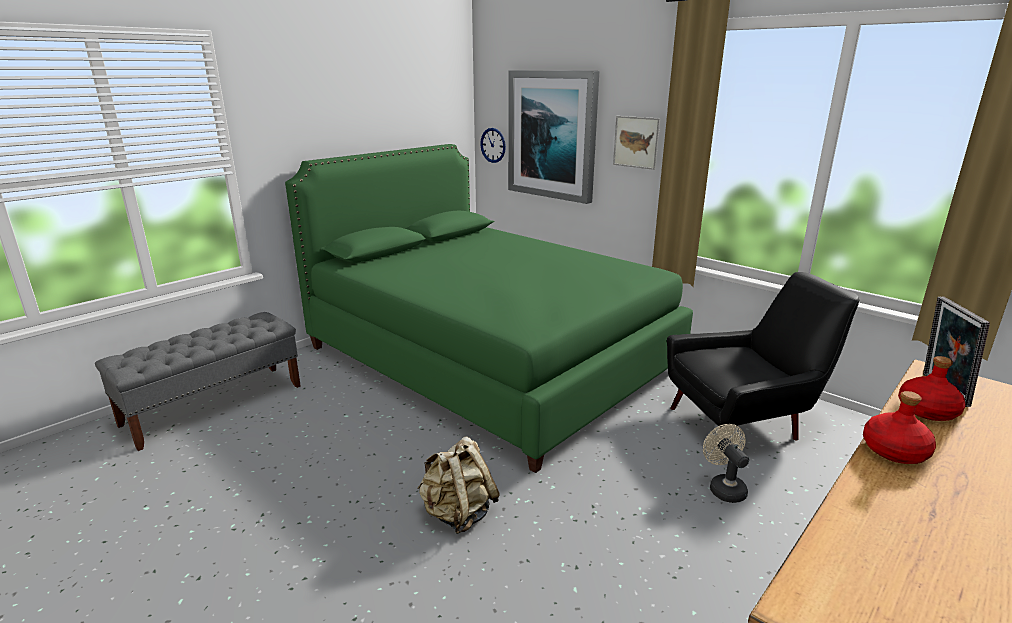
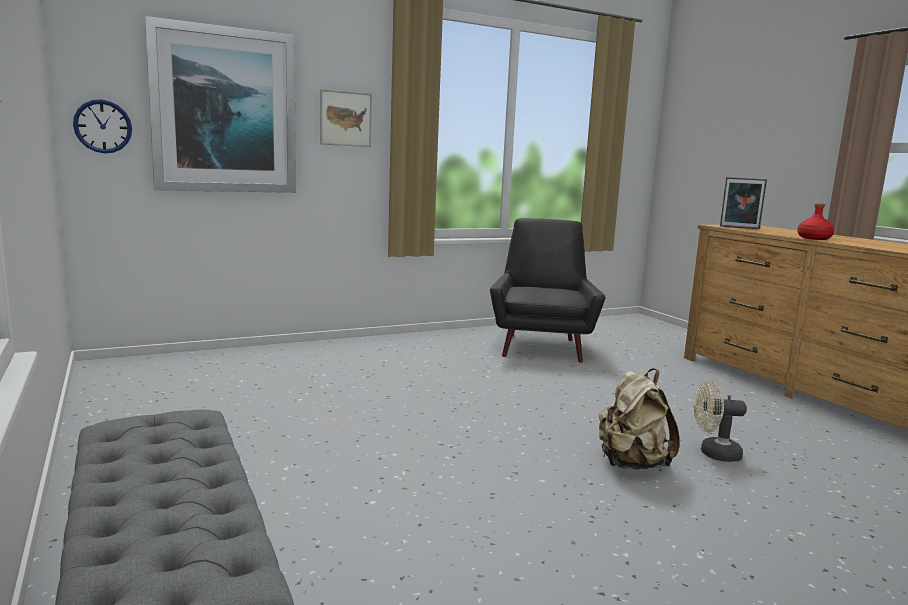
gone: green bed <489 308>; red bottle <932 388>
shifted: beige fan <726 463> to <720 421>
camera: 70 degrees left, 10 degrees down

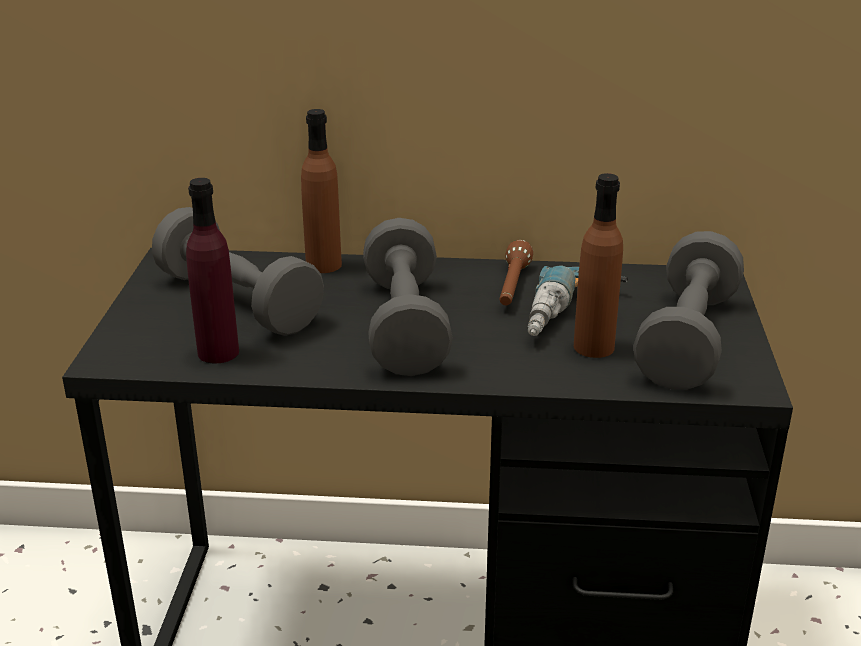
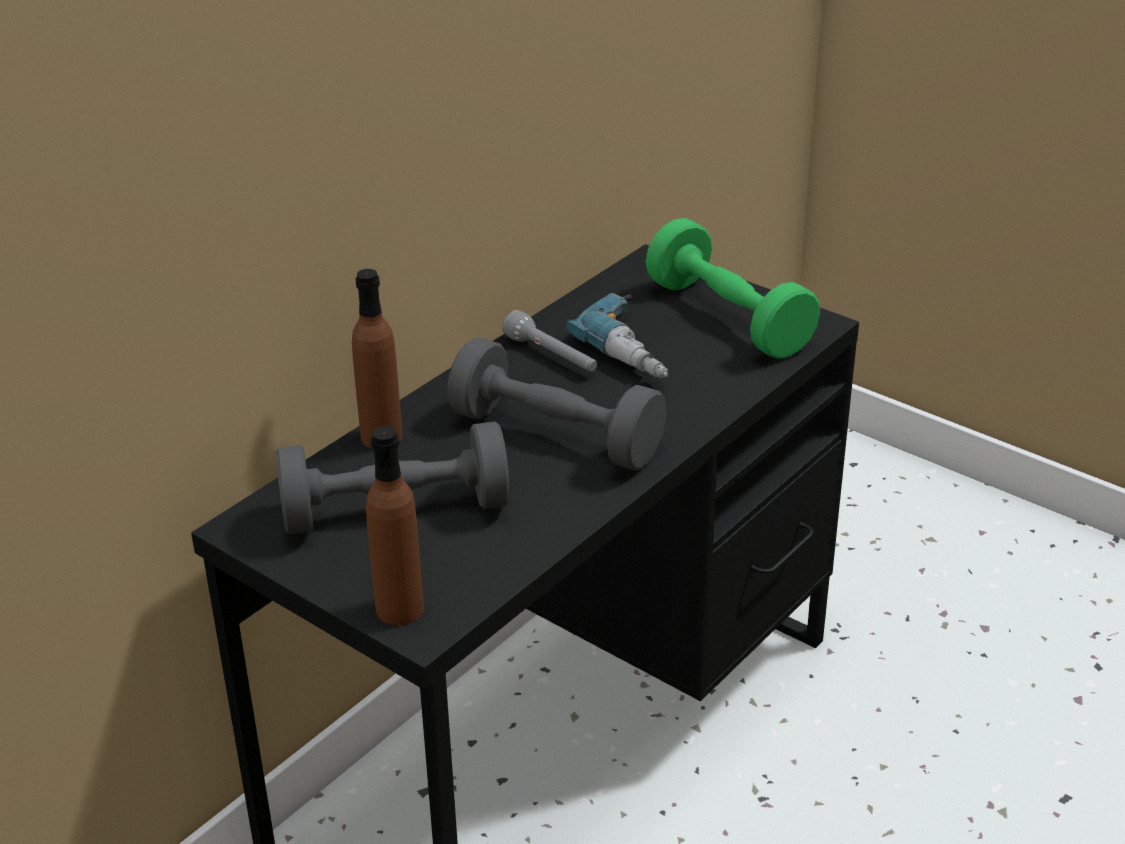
gone: purple bottle <212 270>
shifted: brown bottle <598 265> to <395 525>
repainted: brown flashlight <516 272> to grey flashlight <549 340>; grey dumbbell <688 310> to green dumbbell <733 288>
camera: 55 degrees left, 5 degrees up

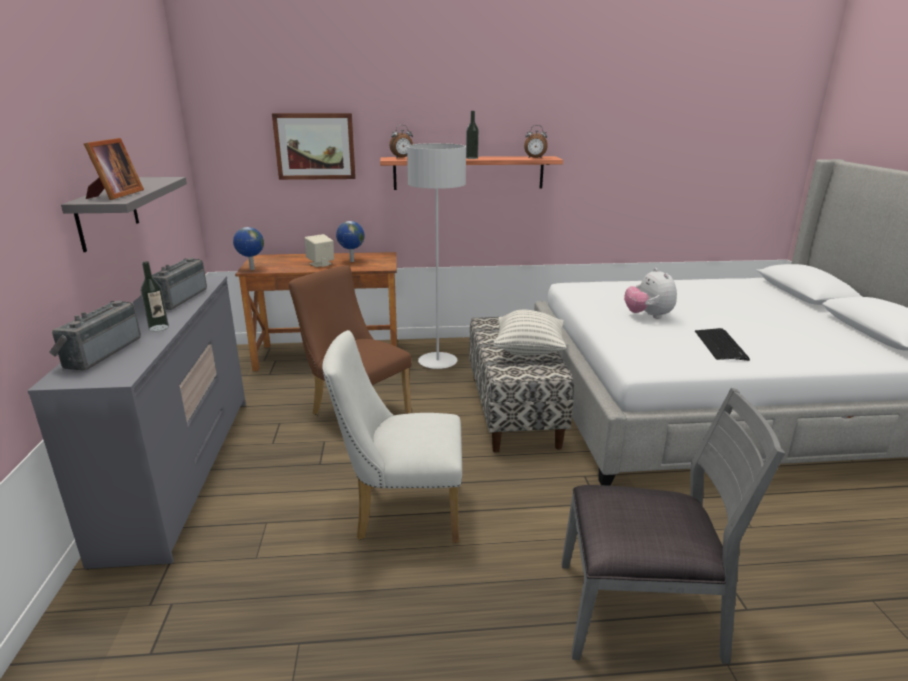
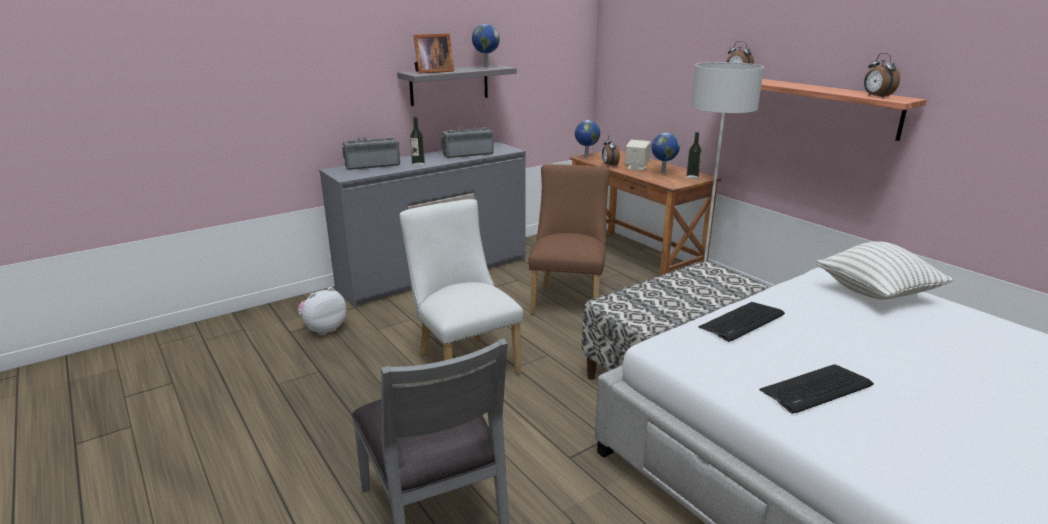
gone: picture <314 146>
new: globe <486 45>; alarm clock <611 151>; keyboard <741 322>
shifted: plush toy <650 293> to <322 311>; bottle <472 135> to <694 155>; pillow <529 333> to <884 270>
camera: 60 degrees right, 0 degrees up

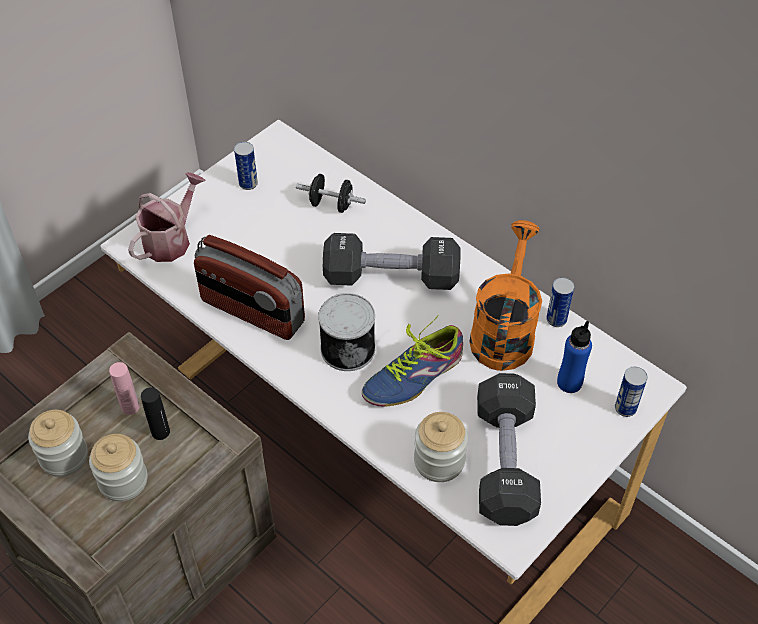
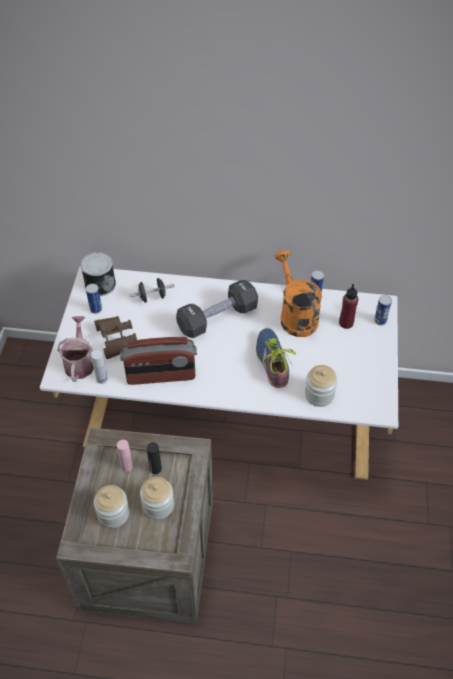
gone: black dumbbell <509 449>
new: white bottle <99 367>; brown binoculars <115 337>
shifted: can <346 332> to <98 274>
repainted: blue bottle <574 357> to red bottle <348 306>
rotated: shoe <412 361> = <276 358> 150 degrees clockwise
camera: 35 degrees left, 0 degrees up

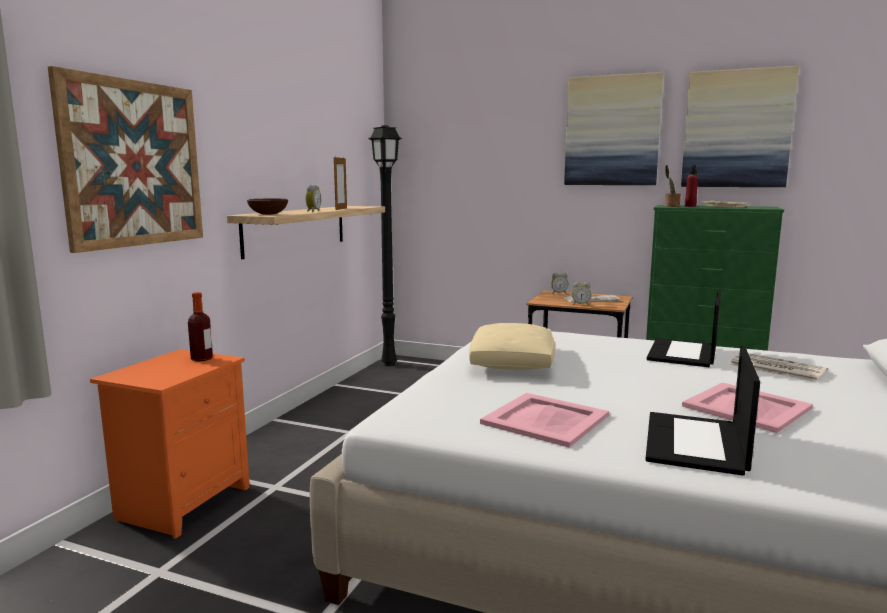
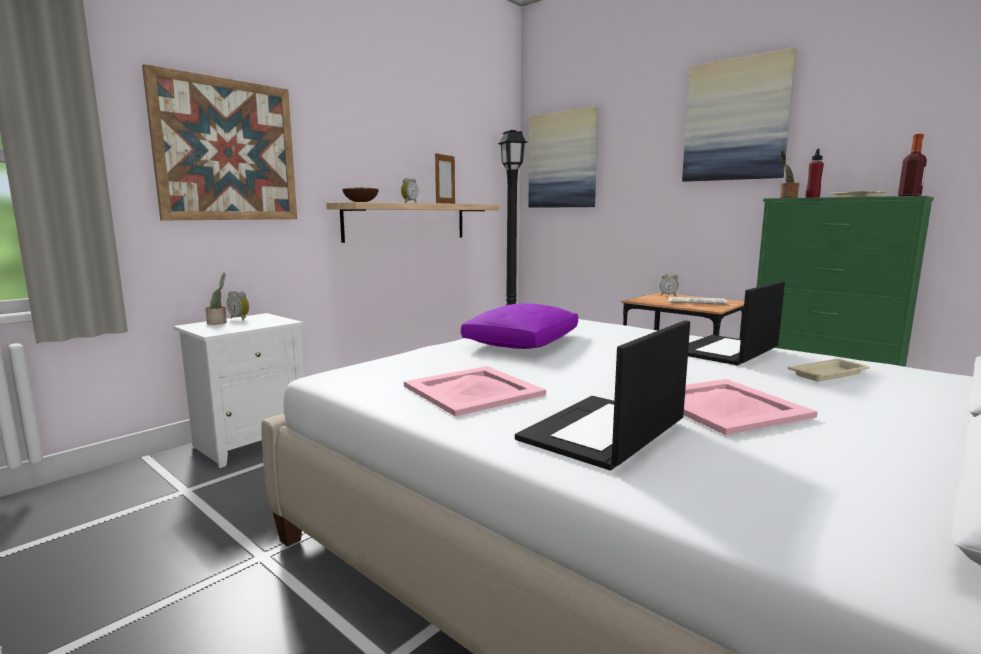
new: potted plant <216 299>
shifted: alarm clock <581 294> to <238 305>; picture <740 126> to <563 157>; bottle <200 326> to <912 165>
swapped: newspaper <778 367> to beige tray <829 370>
repainted: orange nightstand <170 444> to white nightstand <238 390>; beige pillow <512 346> to purple pillow <519 326>
camera: 20 degrees right, 0 degrees up

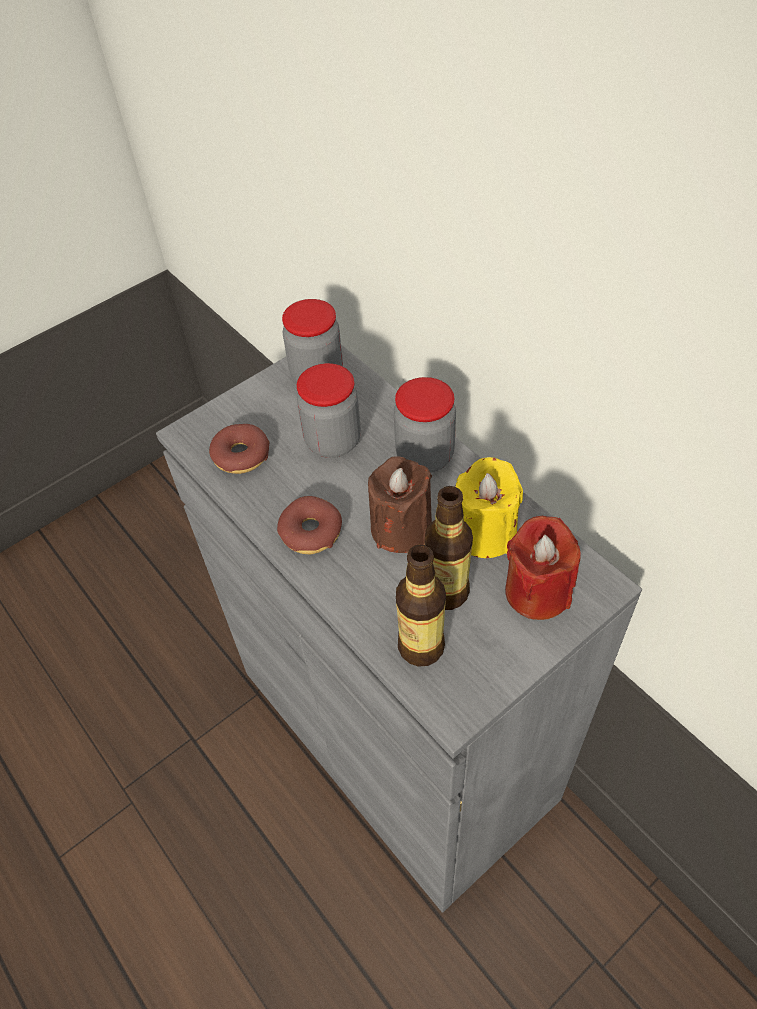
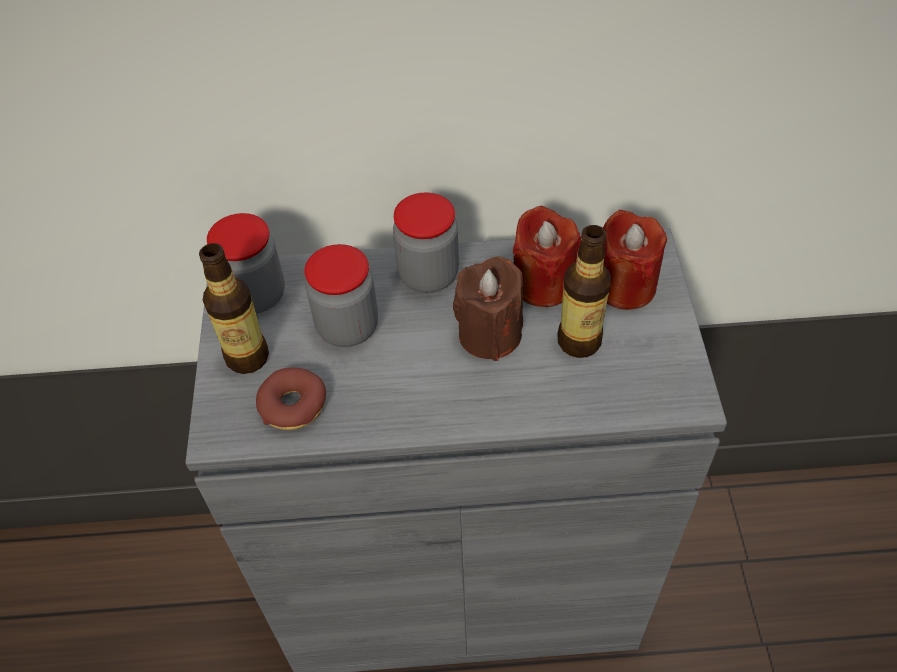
gone: donut <309 525>
shifted: bottle <421 605> to <234 308>
repainted: yellow candle <489 507> to red candle <547 256>
camera: 55 degrees left, 0 degrees up

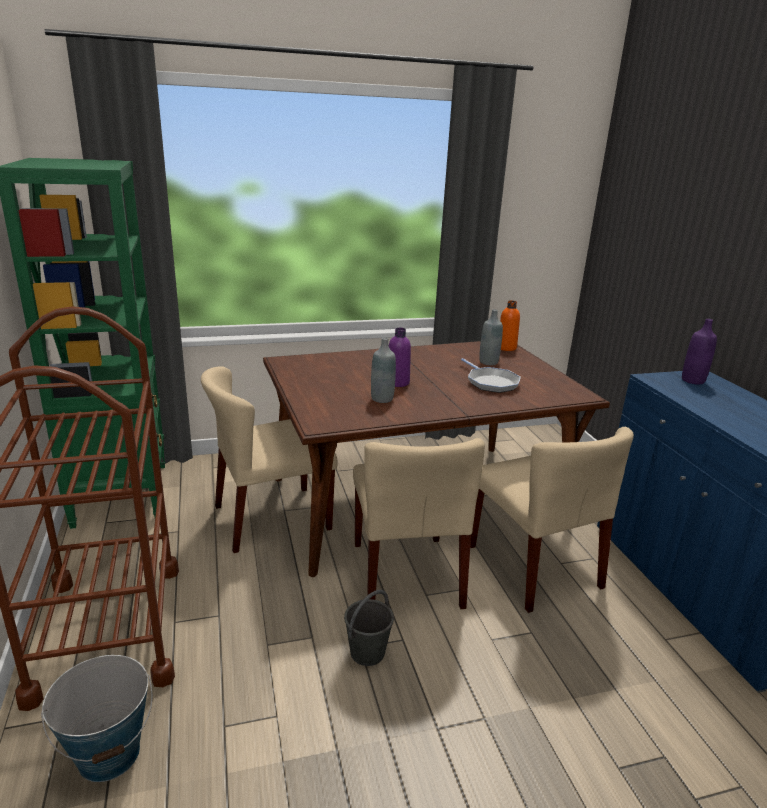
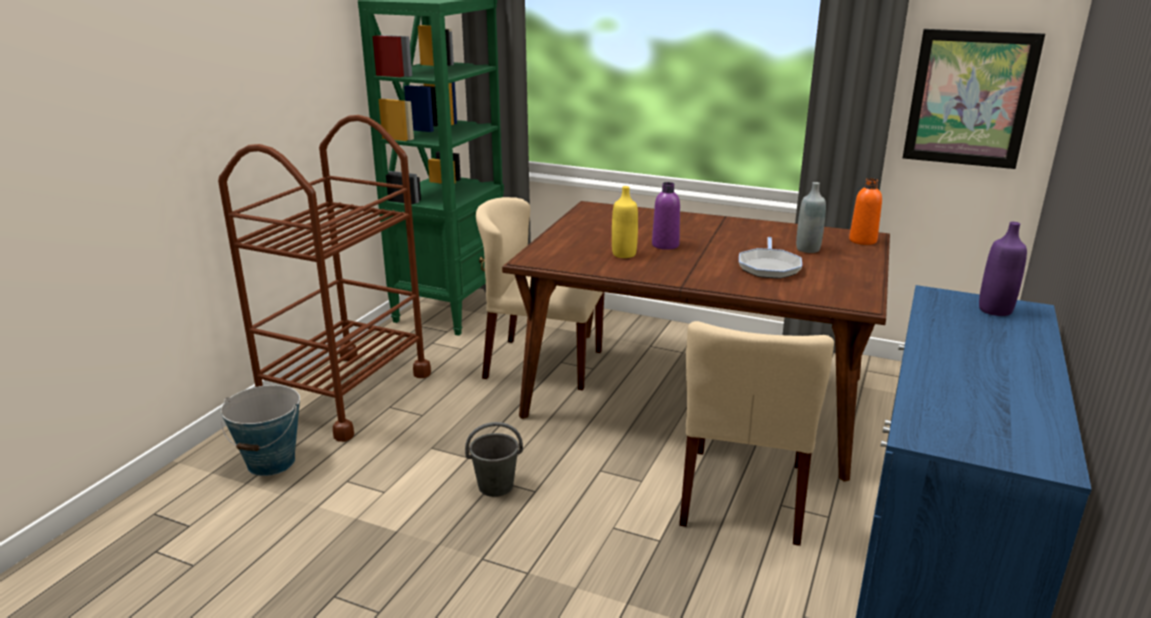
gone: beige chair <419 523>
new: picture <974 99>
repainted: grey bottle <383 370> to yellow bottle <625 222>
camera: 40 degrees right, 0 degrees up

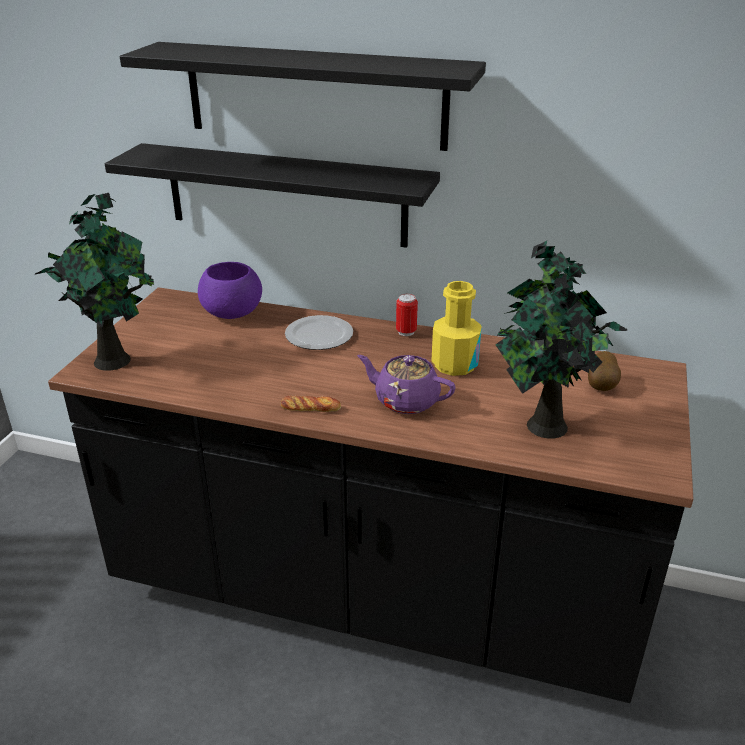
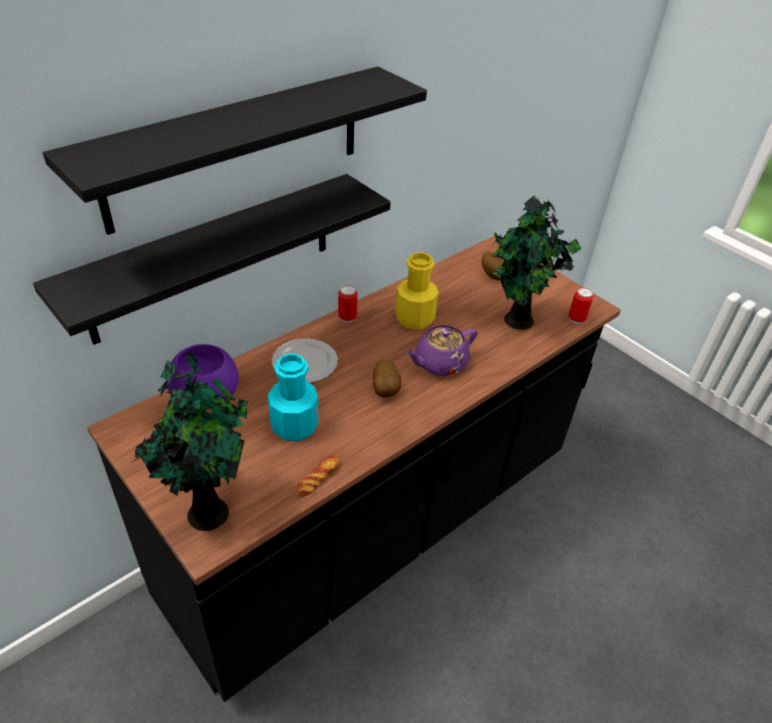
new: turquoise bottle <293 397>; potato <387 378>; can <581 306>
shifted: bread <311 404> to <318 476>
camera: 60 degrees left, 10 degrees up

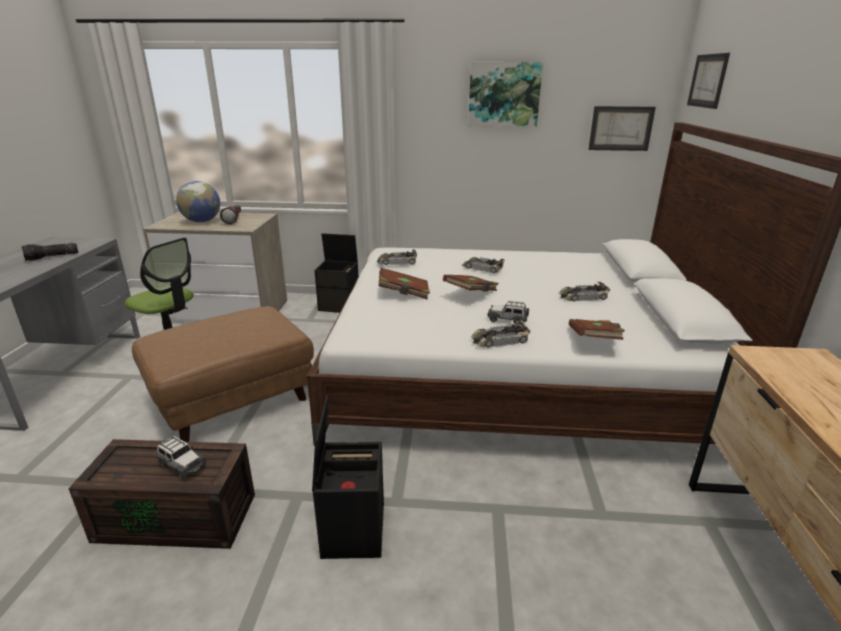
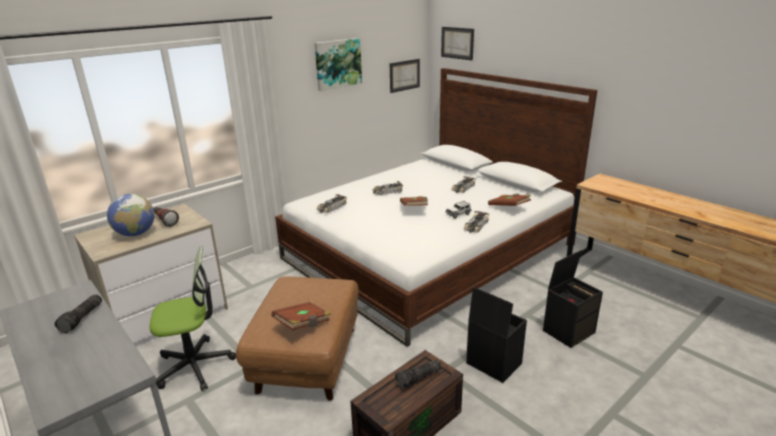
shifted: brown book <404 283> to <301 316>; black storage box <336 273> to <573 299>
swapped: toy car <181 457> to flashlight <418 374>
camera: 45 degrees left, 0 degrees up

